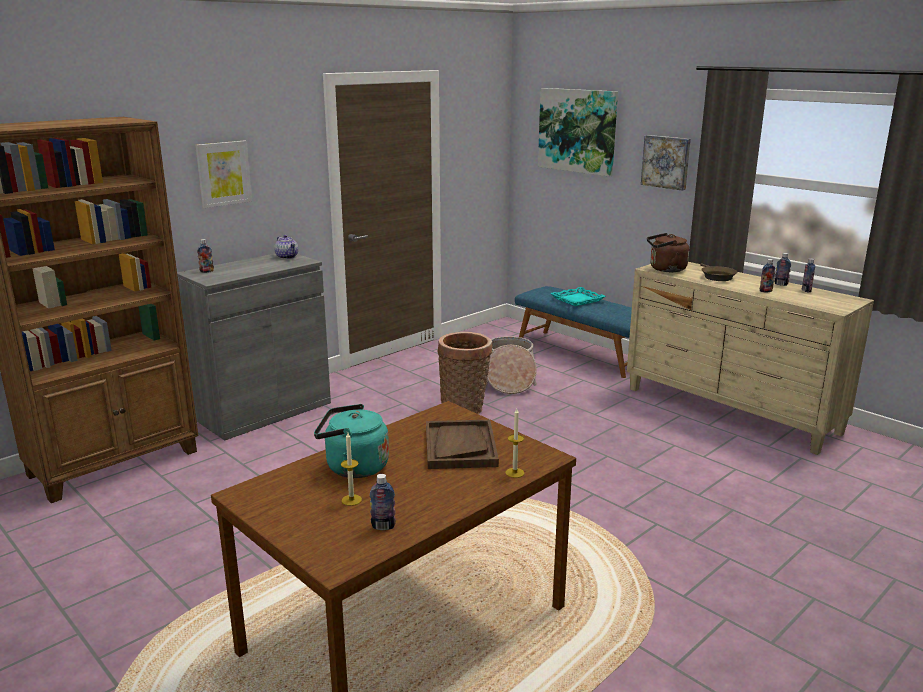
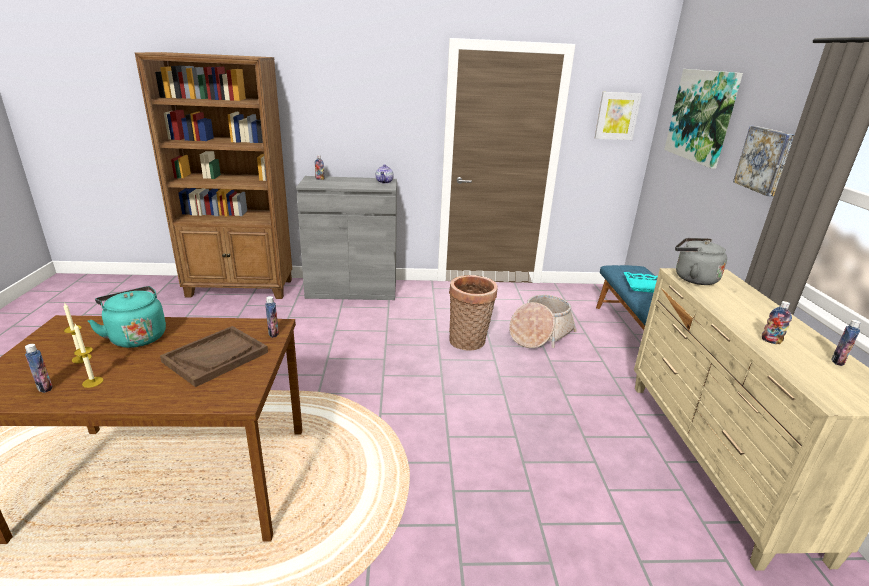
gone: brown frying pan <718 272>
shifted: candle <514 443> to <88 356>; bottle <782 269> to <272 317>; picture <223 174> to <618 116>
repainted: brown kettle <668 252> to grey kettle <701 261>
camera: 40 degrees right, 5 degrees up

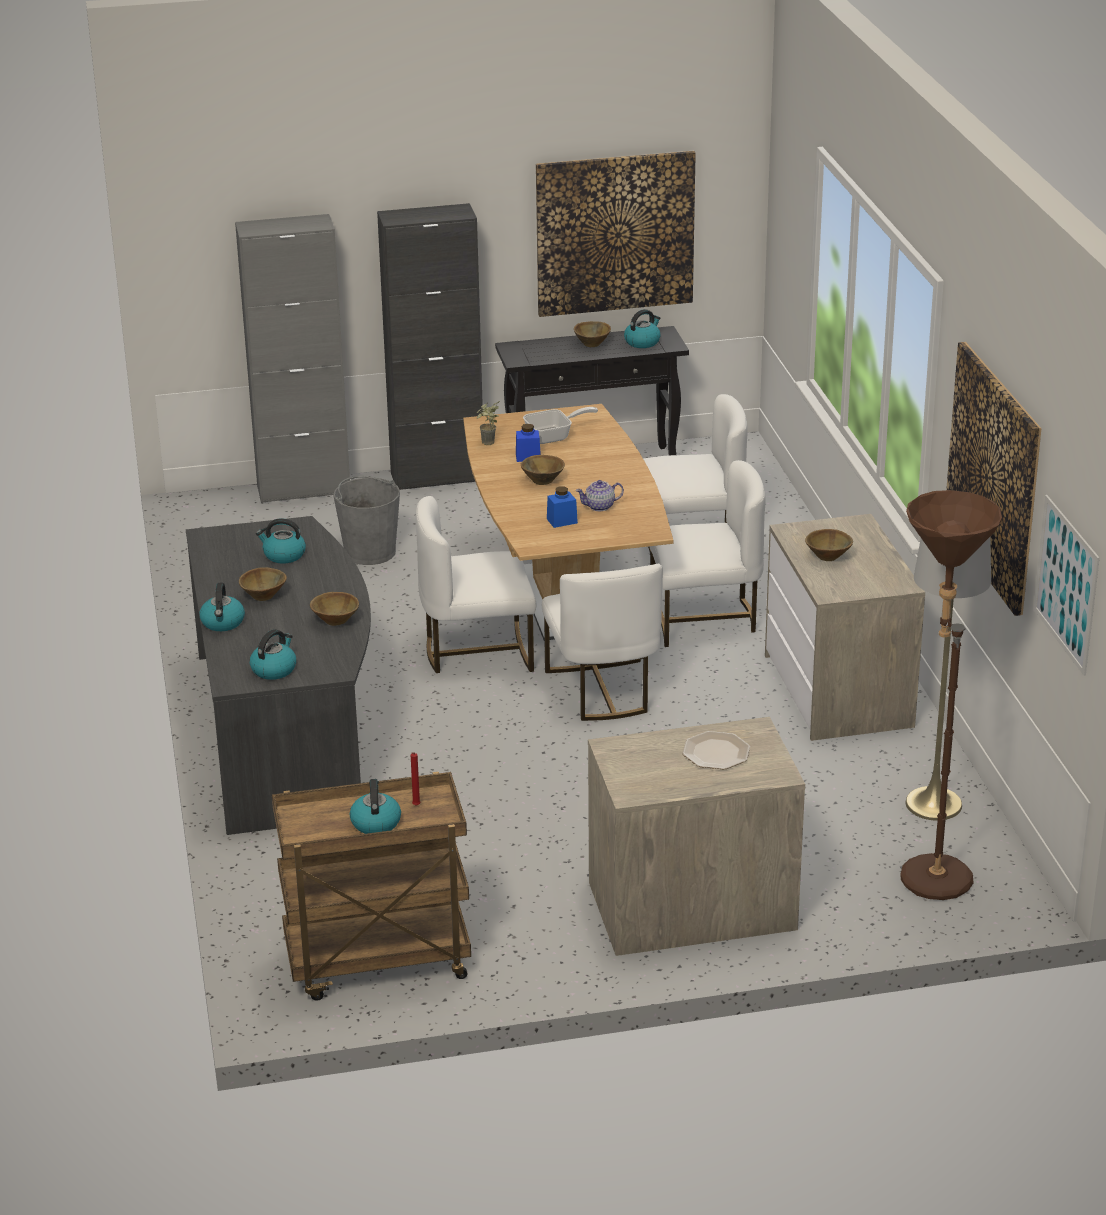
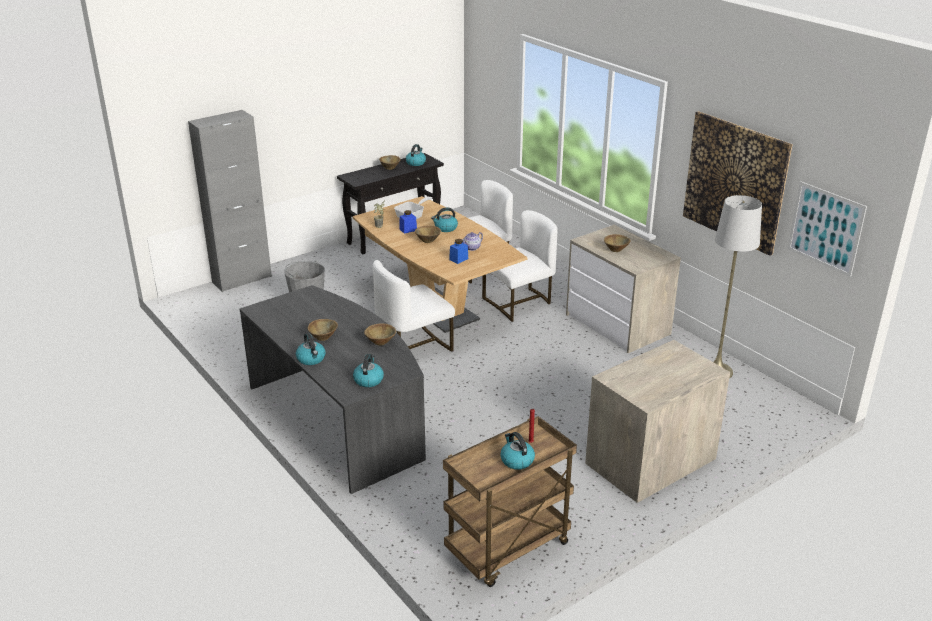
gone: black cabinet <430 346>; picture <616 234>; white chair <602 642>; plate <716 750>; brown floor lamp <951 695>
shifted: kettle <281 540> to <444 219>
camera: 25 degrees left, 0 degrees up

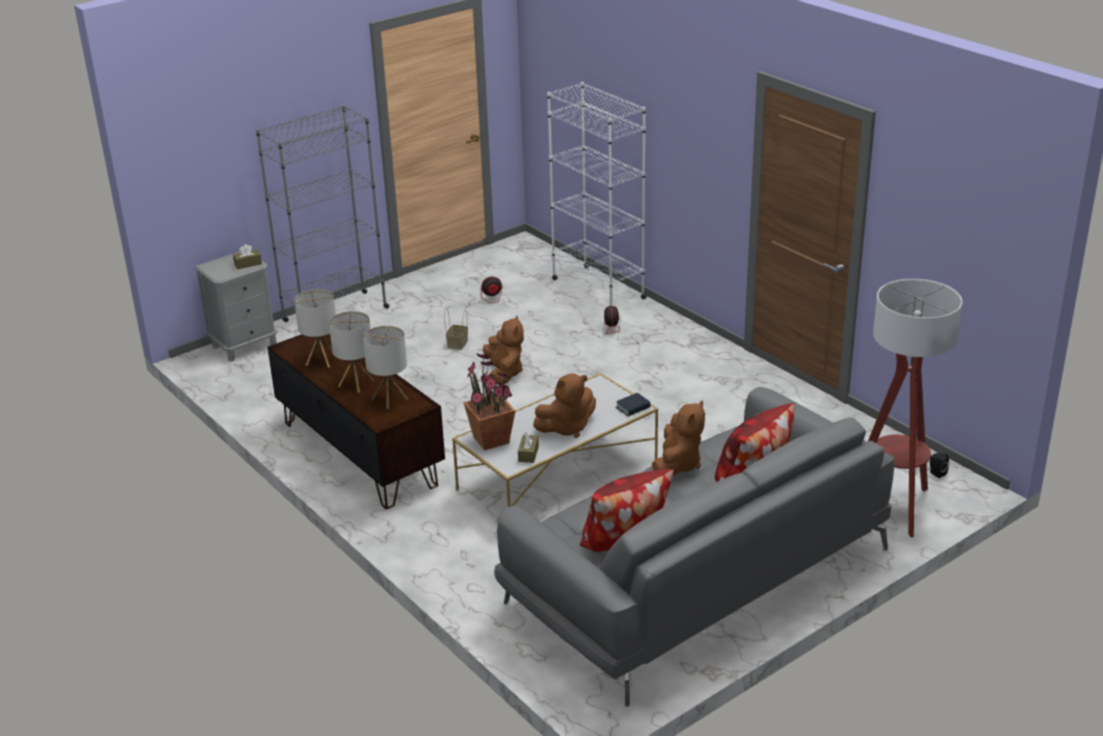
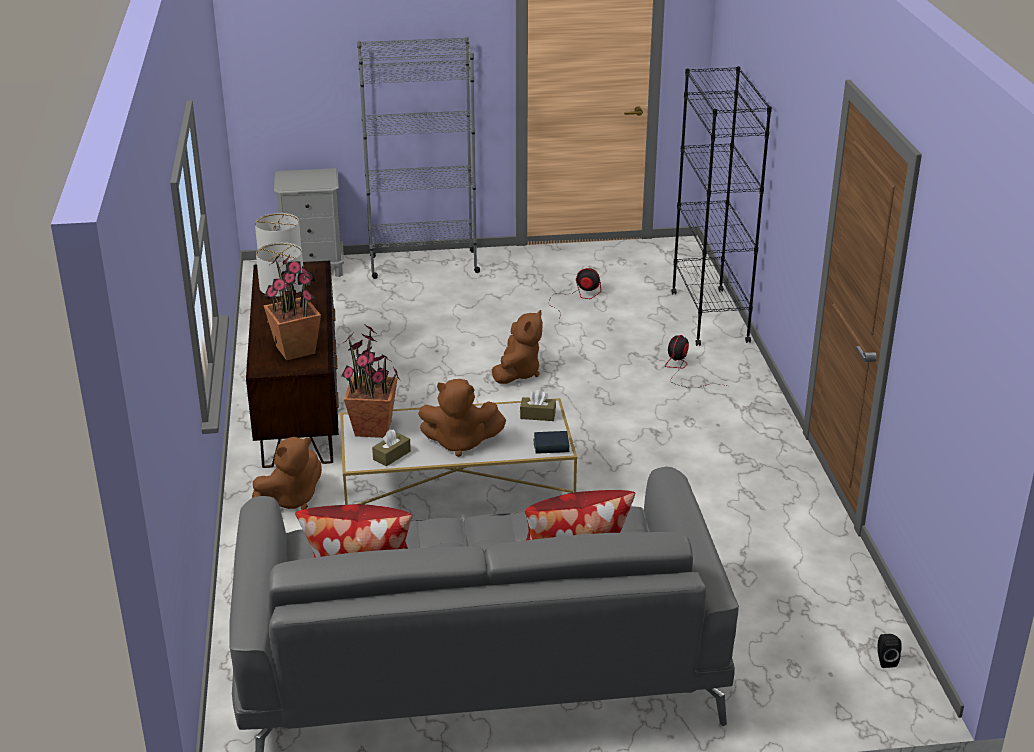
gone: basket <456 329>; floor lamp <915 408>
shifted: brown plush toy <678 438> to <287 473>; brown tissue box <247 256> to <538 405>
swapped: table lamp <385 367> to potted plant <292 307>
repainted: white bookcase <597 194> to black bookcase <721 206>
camera: 30 degrees right, 0 degrees up

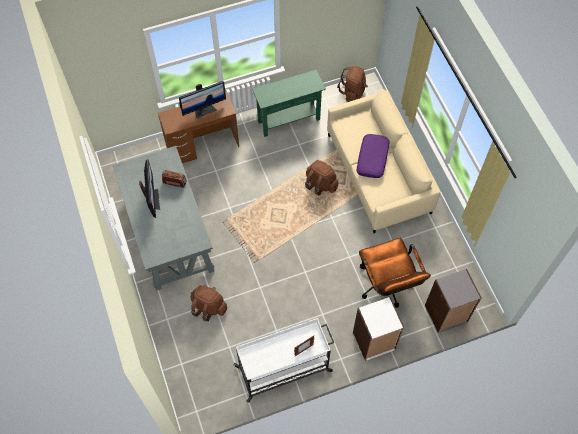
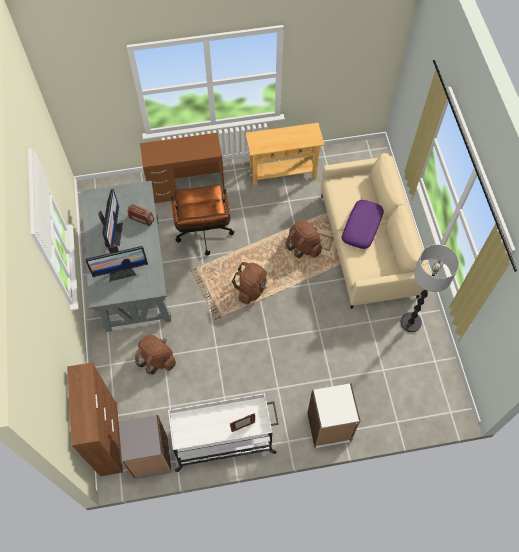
new: brown cabinet <95 419>; floor lamp <429 288>
shifted: monitor <202 99> to <116 263>; grey bookcase <453 301> to <144 447>; brown office chair <395 273> to <202 220>; brown backpack <352 84> to <249 283>
repainted: green console table <289 103> to beige console table <284 155>
camera: 10 degrees right, 0 degrees up

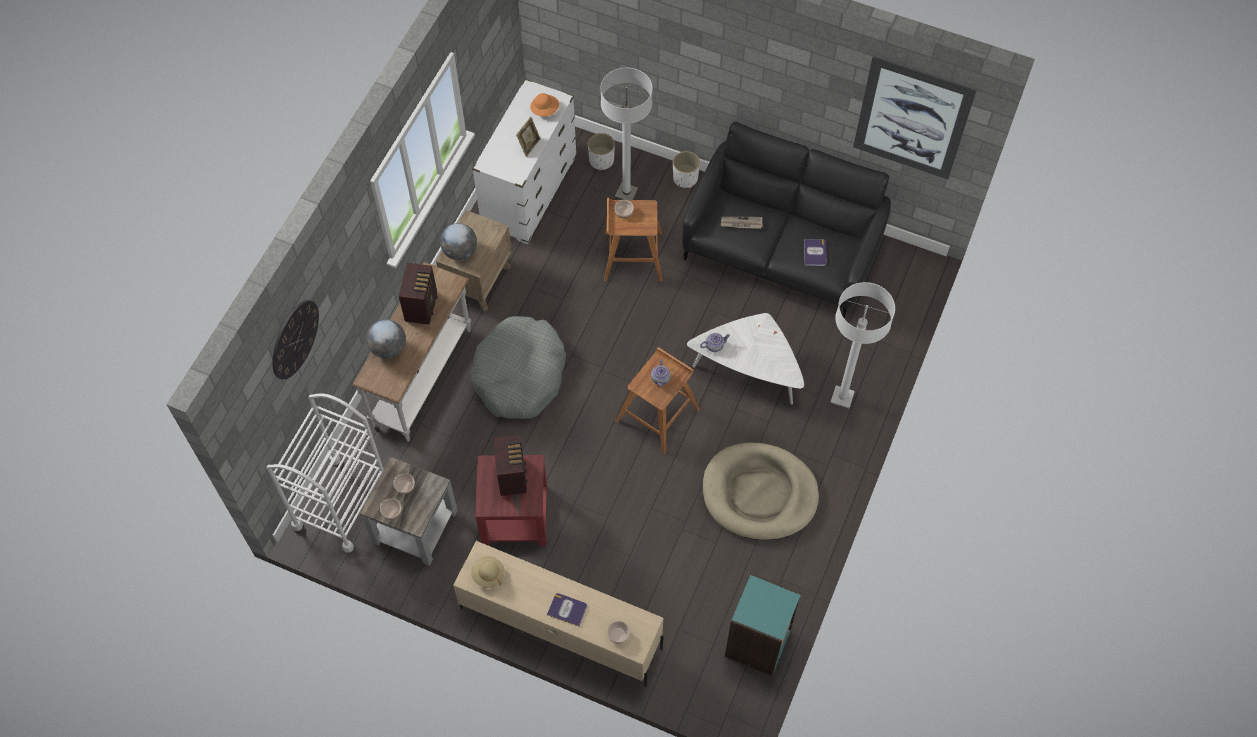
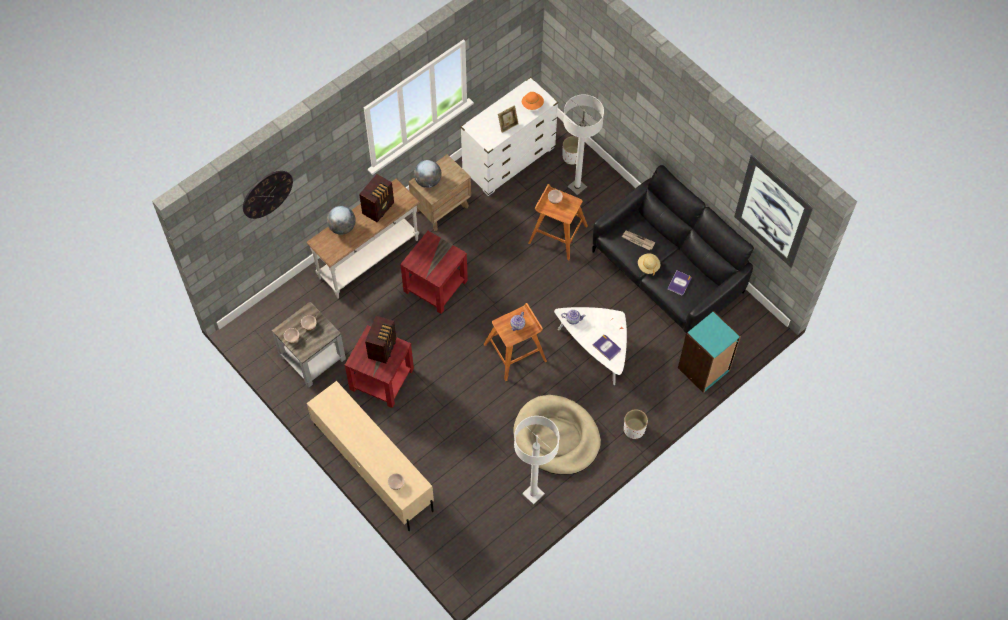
gone: white cart <325 473>
shifted: white floor lamp <862 345> to <537 460>; book <567 610> to <607 348>; white planter <686 169> to <636 424>; beige hat <488 572> to <649 264>; turquoise bookcase <763 624> to <709 352>
swapped: grey dog bed <518 367> to red side table <434 272>
camera: 25 degrees right, 0 degrees up

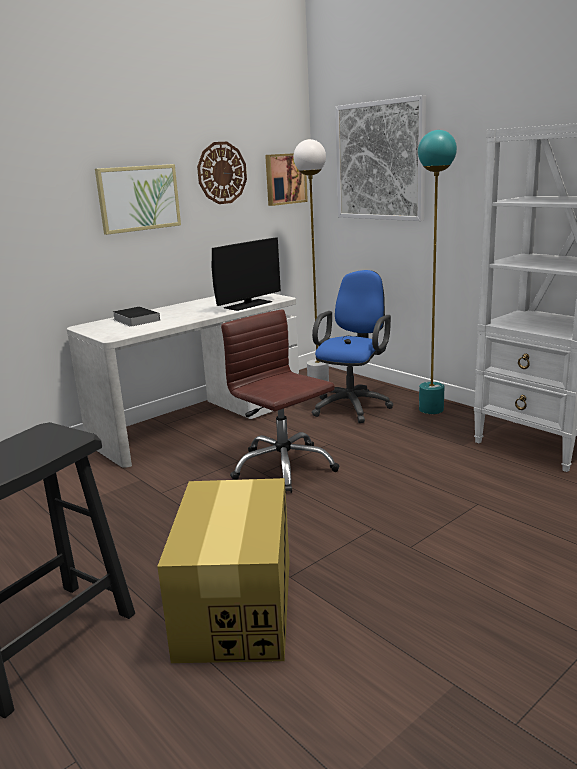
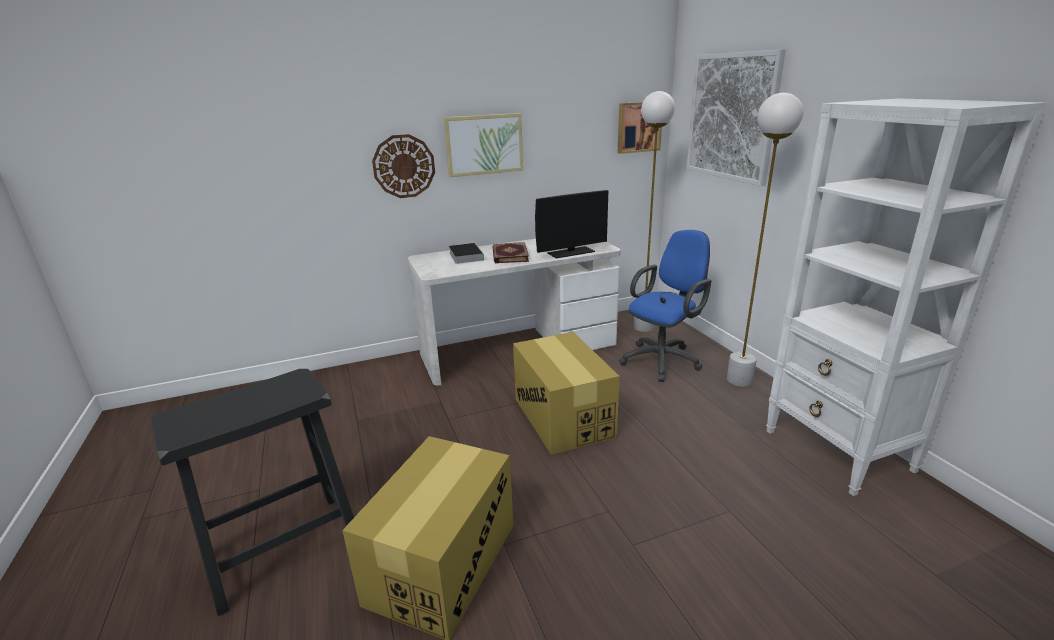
new: book <511 252>
shifted: wall clock <222 173> to <403 166>
swapped: brown office chair <280 401> to cardboard box <566 393>
repainted: turquoise floor lamp <437 272> to white floor lamp <765 240>
camera: 20 degrees right, 5 degrees up

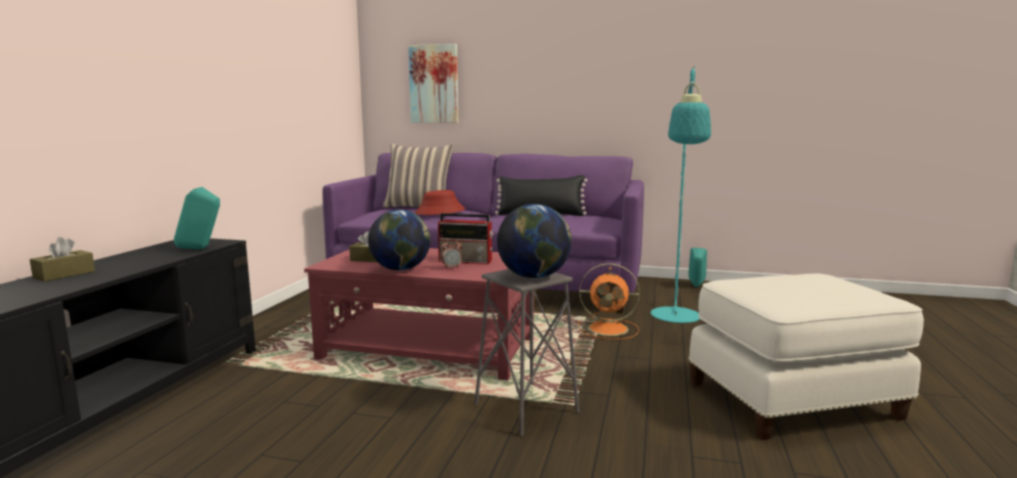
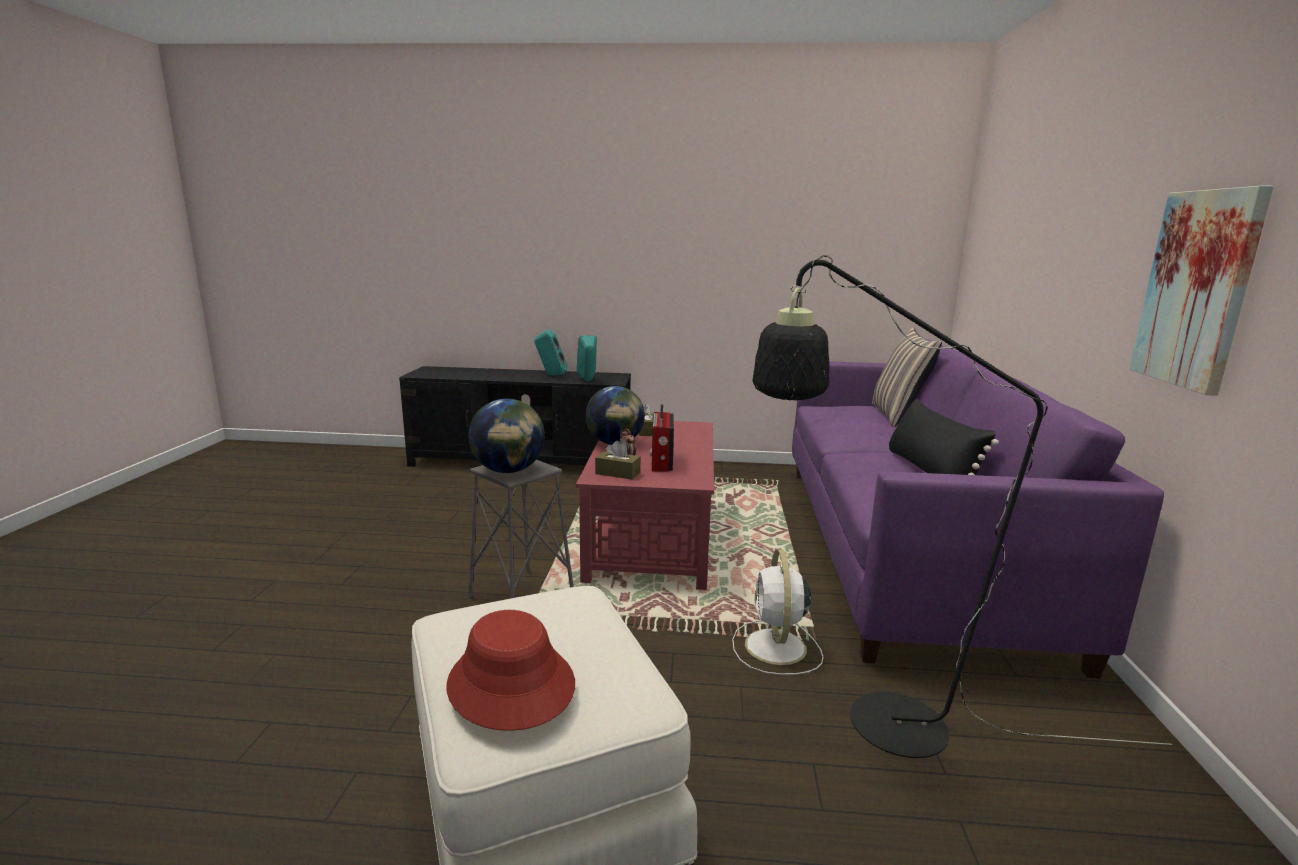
shifted: red hat <440 202> to <511 670>; turquoise speaker <697 267> to <550 353>; brown tissue box <62 259> to <618 460>; picture <433 83> to <1201 290>
repainted: orange fan <609 301> to white fan <777 612>; turquoise floor lamp <681 194> to black floor lamp <962 506>
camera: 80 degrees right, 5 degrees up

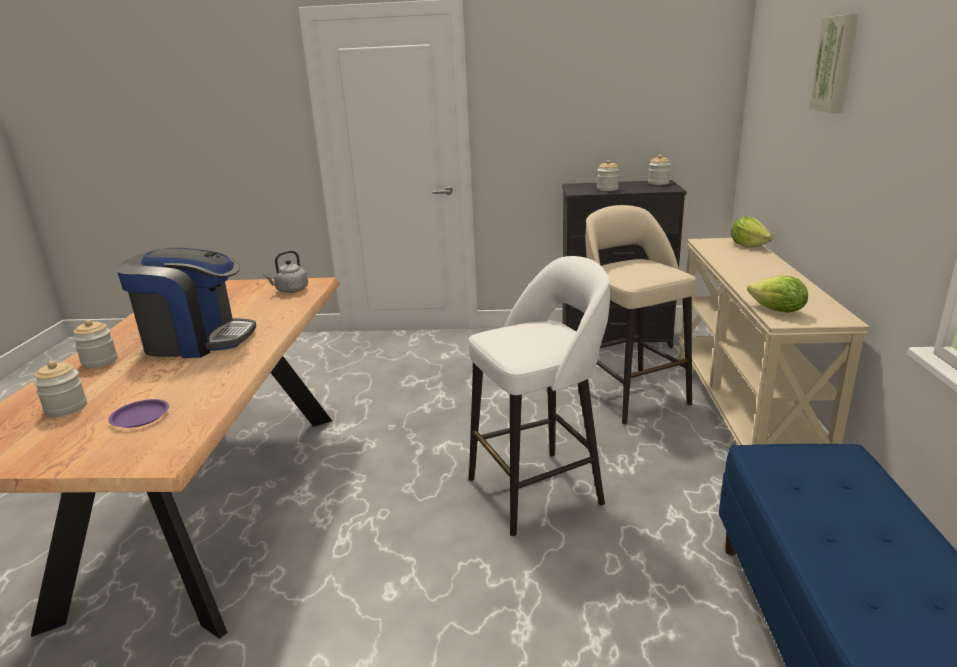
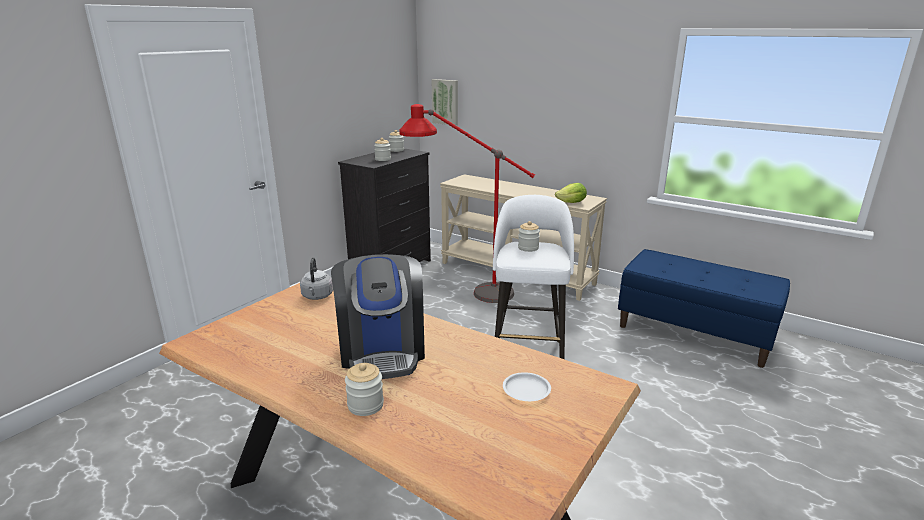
gone: lettuce <752 232>
shifted: picture <834 63> to <444 102>; jar <60 389> to <529 236>
swapped: beige stool <637 315> to red floor lamp <467 203>
repainted: purple plate <138 413> to white plate <527 386>
rotated: coffee machine <186 302> = <378 316> 135 degrees clockwise
camera: 60 degrees left, 0 degrees up

